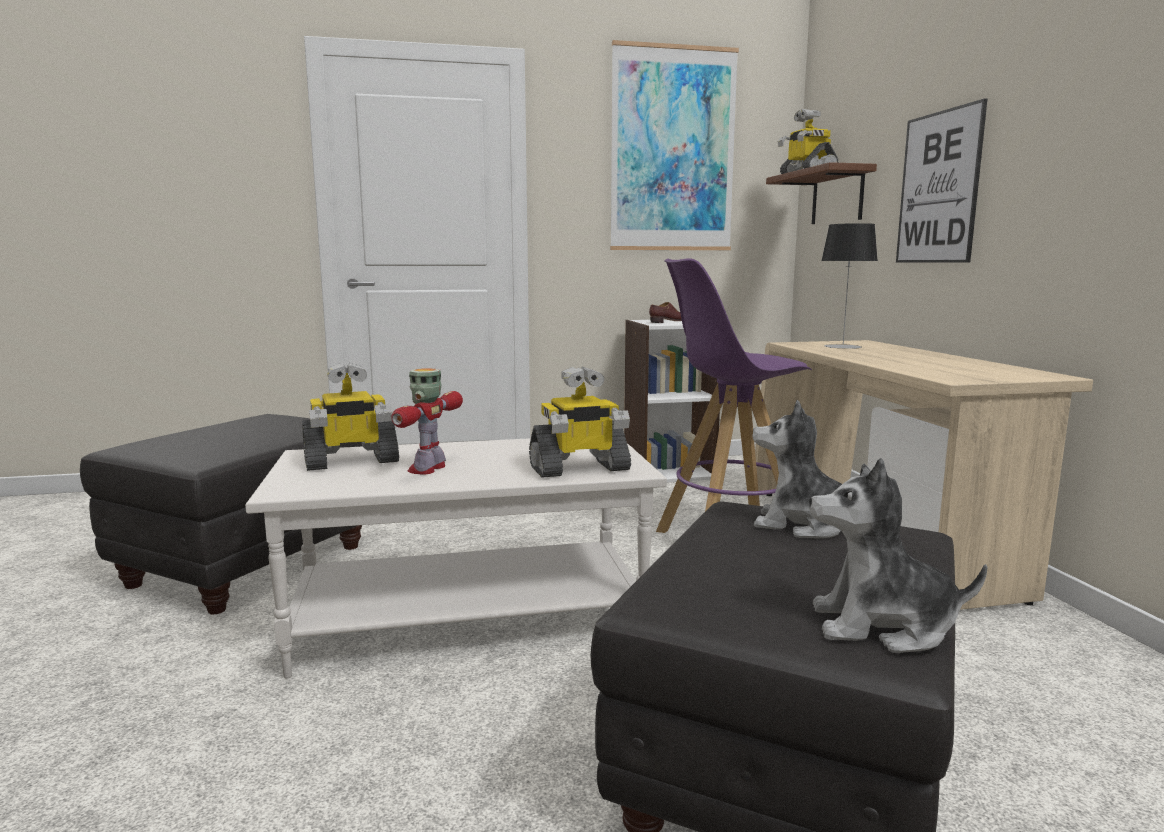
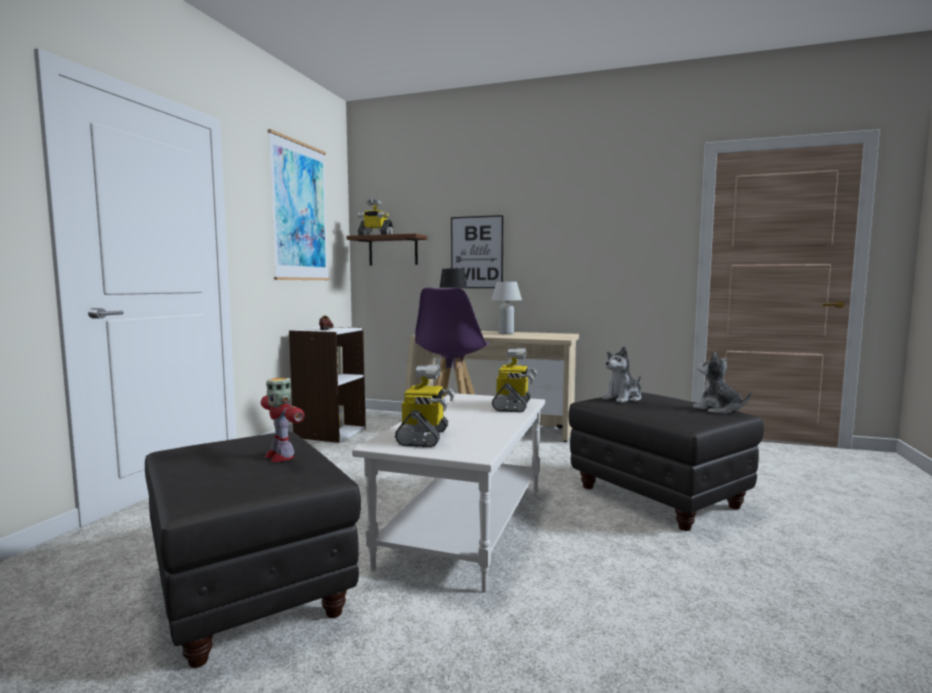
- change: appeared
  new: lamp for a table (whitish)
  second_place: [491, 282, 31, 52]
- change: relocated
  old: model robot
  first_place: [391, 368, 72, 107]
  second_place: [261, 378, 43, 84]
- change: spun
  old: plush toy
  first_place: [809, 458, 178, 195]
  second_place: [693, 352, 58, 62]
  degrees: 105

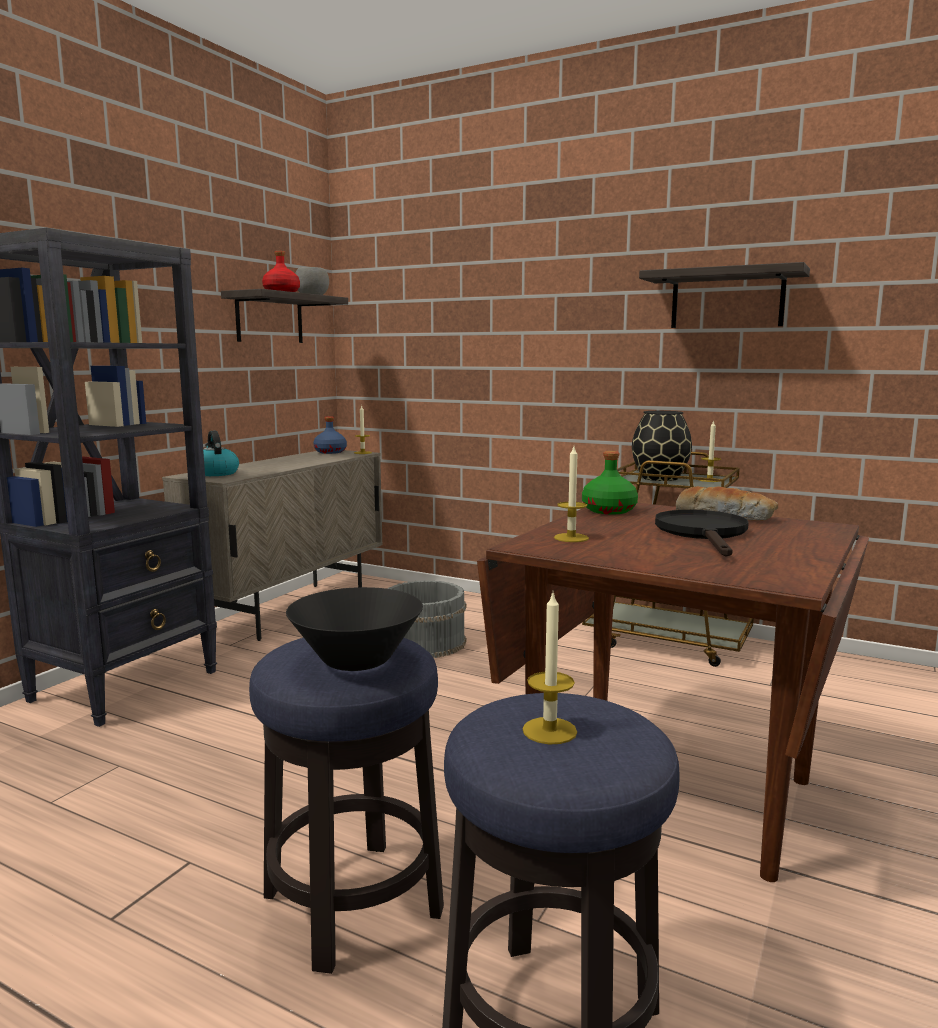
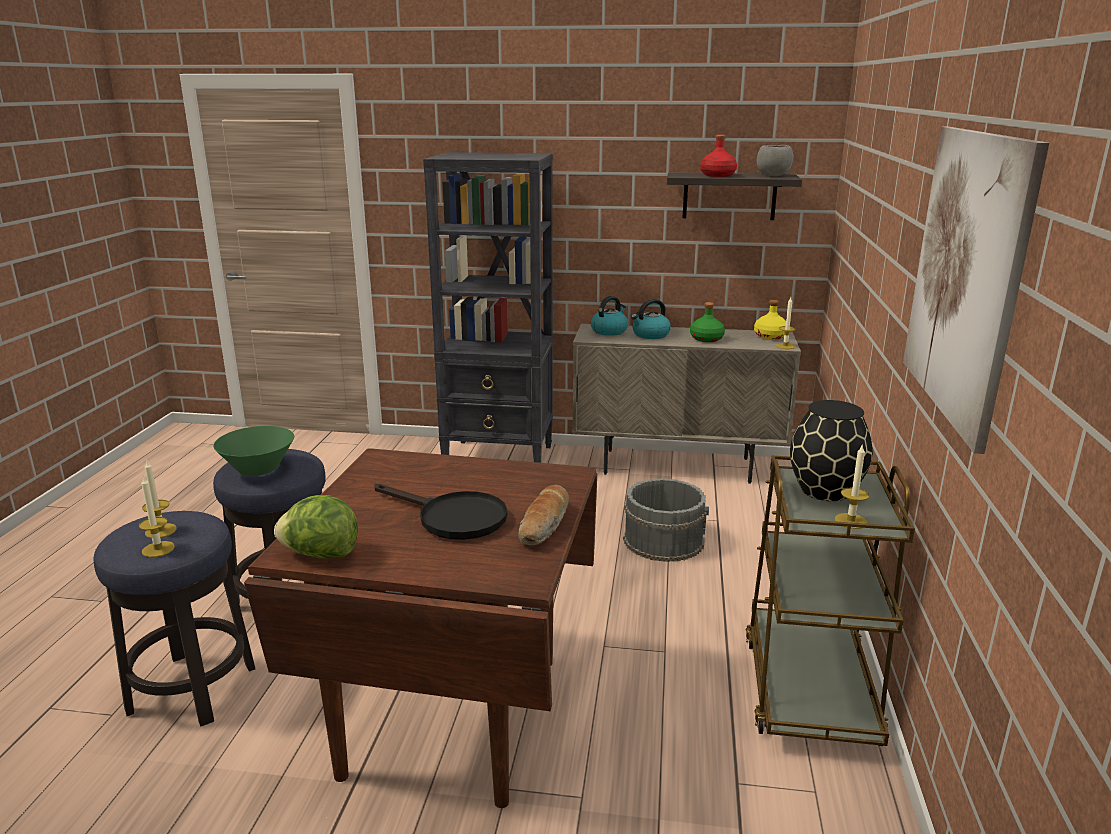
- change: appeared
  new: head of lettuce
  second_place: [274, 495, 83, 64]
- change: appeared
  new: tea kettle
  second_place: [631, 299, 40, 40]
- change: relocated
  old: wax light
  first_place: [554, 446, 35, 96]
  second_place: [139, 475, 36, 82]
- change: relocated
  old: beverage bottle (green-coloured)
  first_place: [582, 451, 56, 63]
  second_place: [690, 302, 35, 40]
- change: exchanged
  old: shelf
  new: wall art
  first_place: [639, 262, 171, 66]
  second_place: [903, 127, 146, 327]
- change: colour
  old: serving bowl (black-coloured)
  new: serving bowl (green-coloured)
  first_place: [286, 587, 137, 84]
  second_place: [213, 426, 81, 50]
- change: colour
  old: beverage bottle (blue-coloured)
  new: beverage bottle (yellowish)
  first_place: [313, 417, 34, 37]
  second_place: [754, 300, 32, 40]
- change: spun
  old: skillet (black-coloured)
  first_place: [655, 510, 94, 47]
  second_place: [375, 484, 132, 56]
  degrees: 45

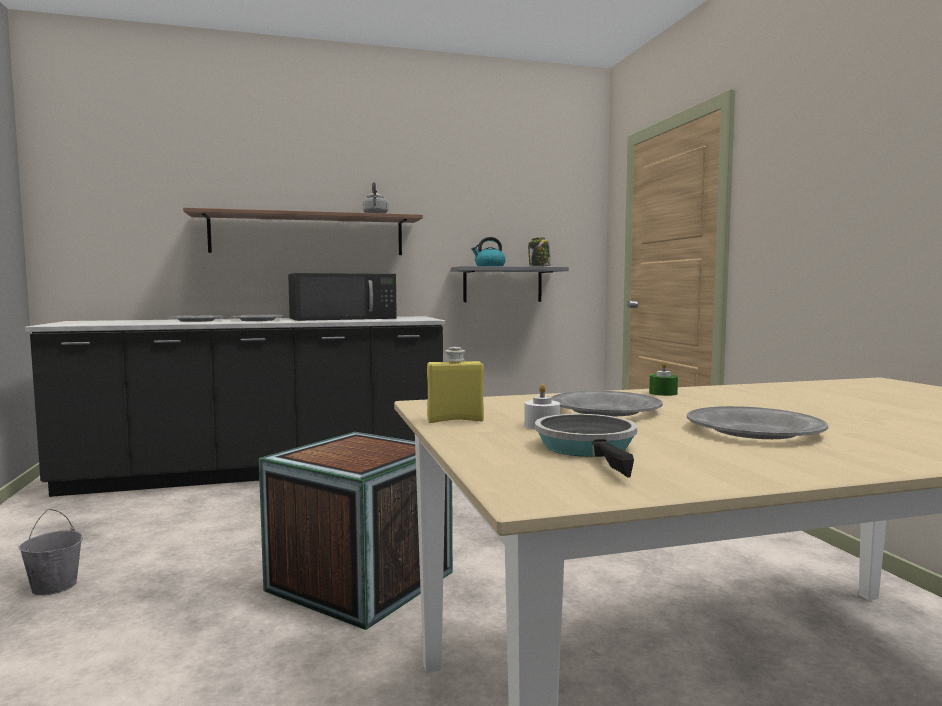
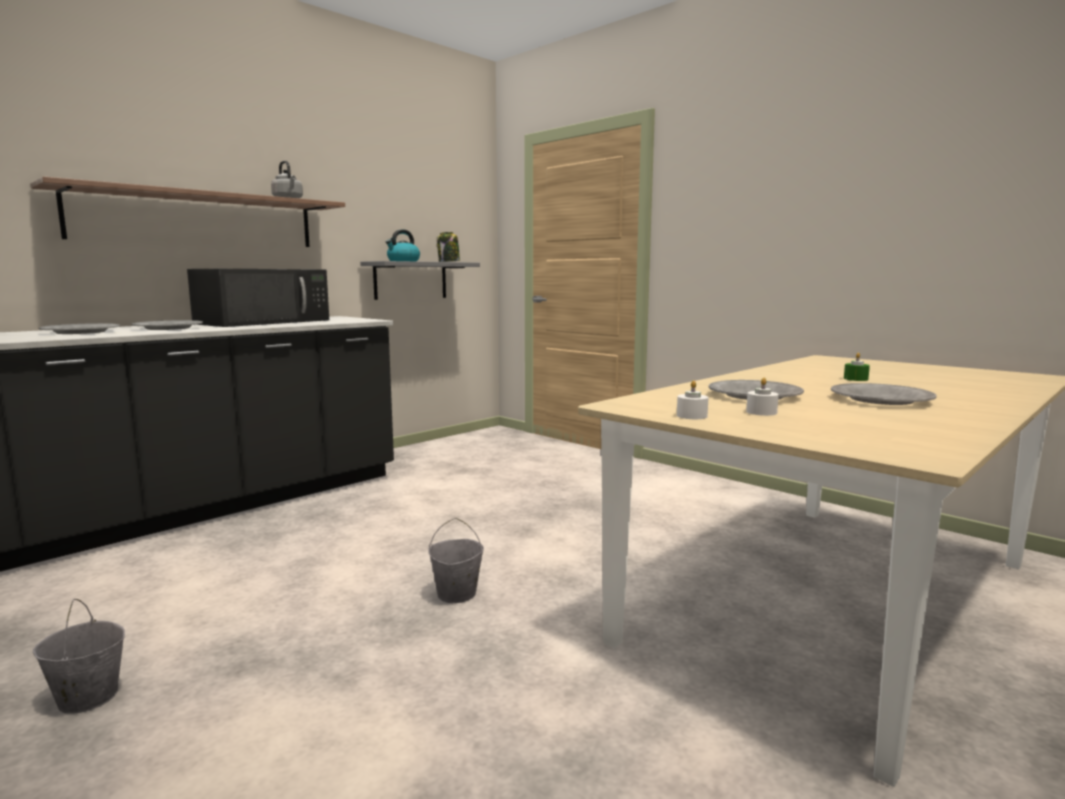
- change: missing
  old: skillet
  first_place: [535, 414, 102, 63]
- change: relocated
  old: wax light (green-coloured)
  first_place: [649, 361, 29, 35]
  second_place: [844, 353, 26, 28]
- change: exchanged
  old: crate
  new: pail (greyish)
  first_place: [259, 432, 194, 198]
  second_place: [428, 518, 56, 85]
- change: exchanged
  old: beverage bottle (yellowish)
  new: wax light (whitish)
  first_place: [427, 347, 57, 76]
  second_place: [677, 380, 32, 39]

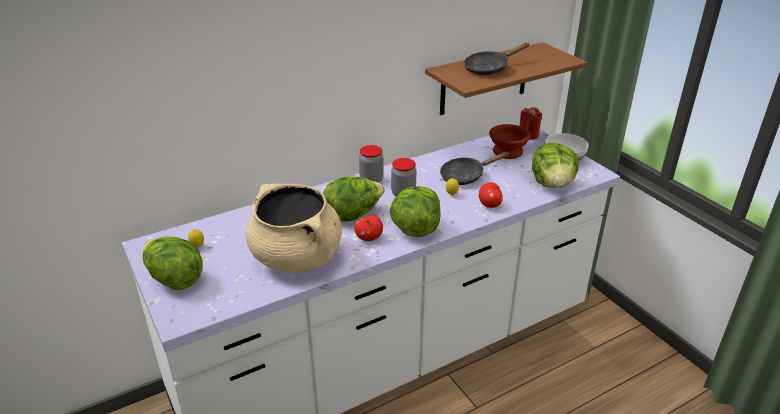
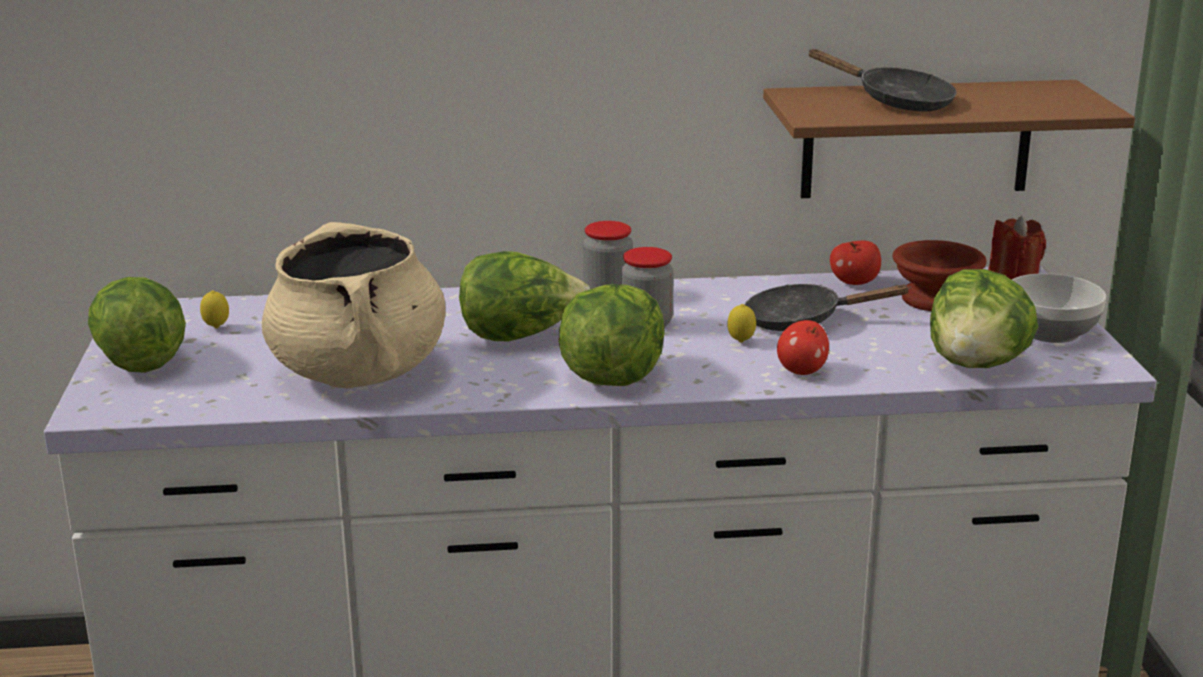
- change: relocated
  old: apple
  first_place: [354, 215, 29, 26]
  second_place: [830, 241, 51, 44]
- change: spun
  old: skillet (black-coloured)
  first_place: [464, 43, 65, 32]
  second_place: [808, 49, 149, 62]
  degrees: -135

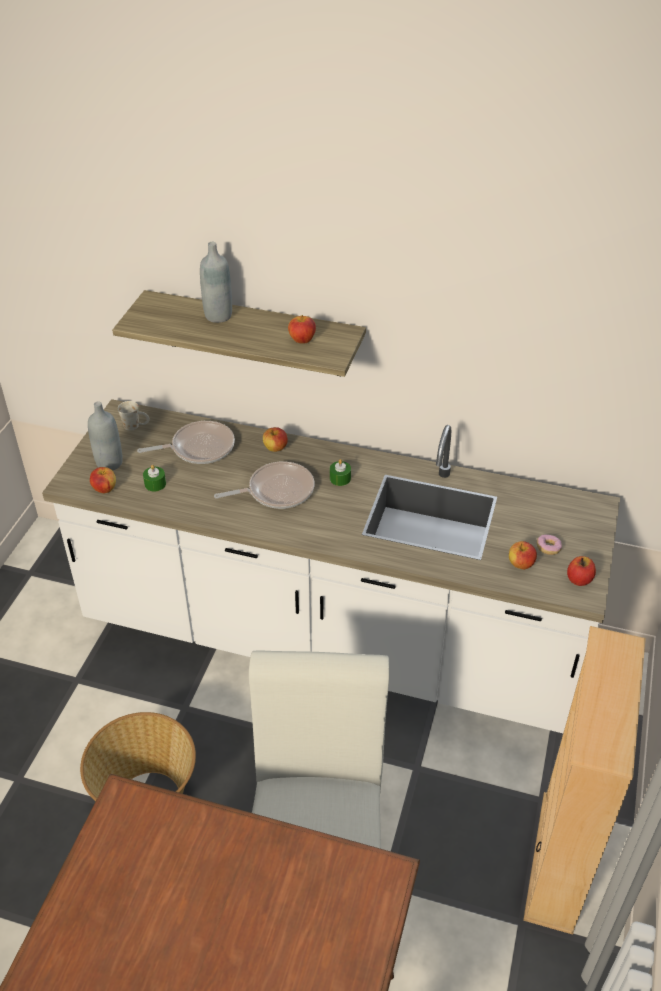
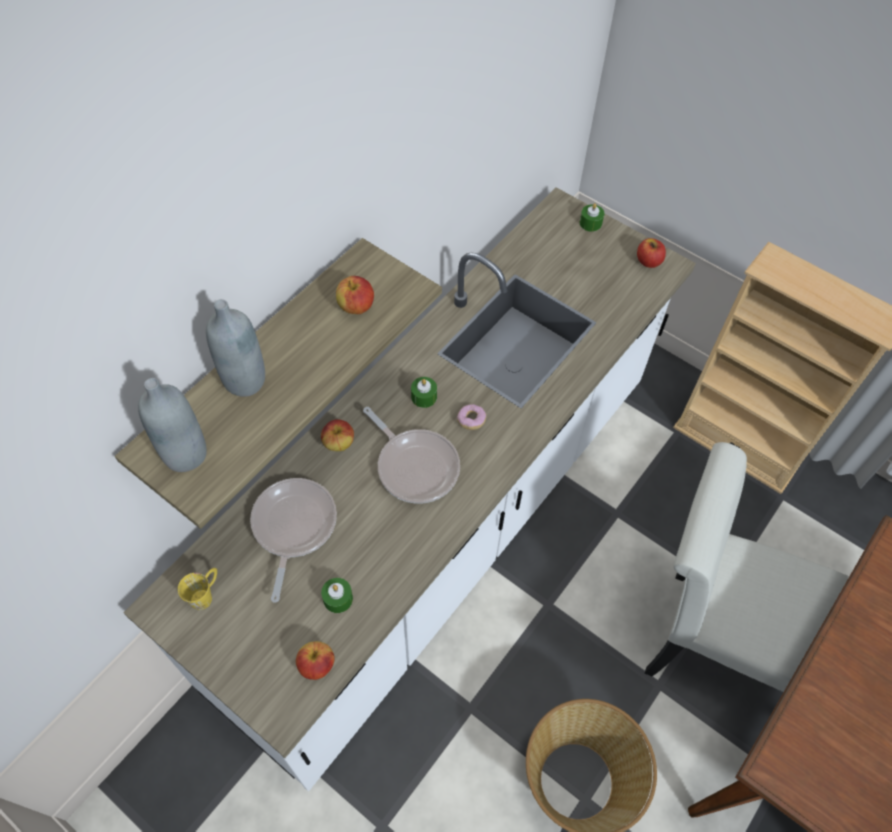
- change: missing
  old: apple
  first_place: [509, 541, 28, 29]
- change: appeared
  new: wax light (green-coloured)
  second_place: [580, 203, 24, 29]
- change: relocated
  old: beverage bottle (greyish)
  first_place: [88, 401, 35, 70]
  second_place: [138, 378, 69, 94]
- change: relocated
  old: doughnut
  first_place: [537, 535, 25, 20]
  second_place: [457, 404, 30, 26]
- change: colour
  old: coffee mug (whitish)
  new: coffee mug (yellowish)
  first_place: [118, 401, 32, 30]
  second_place: [178, 568, 39, 42]
- change: spun
  old: skillet
  first_place: [214, 462, 100, 47]
  second_place: [363, 407, 97, 97]
  degrees: 135

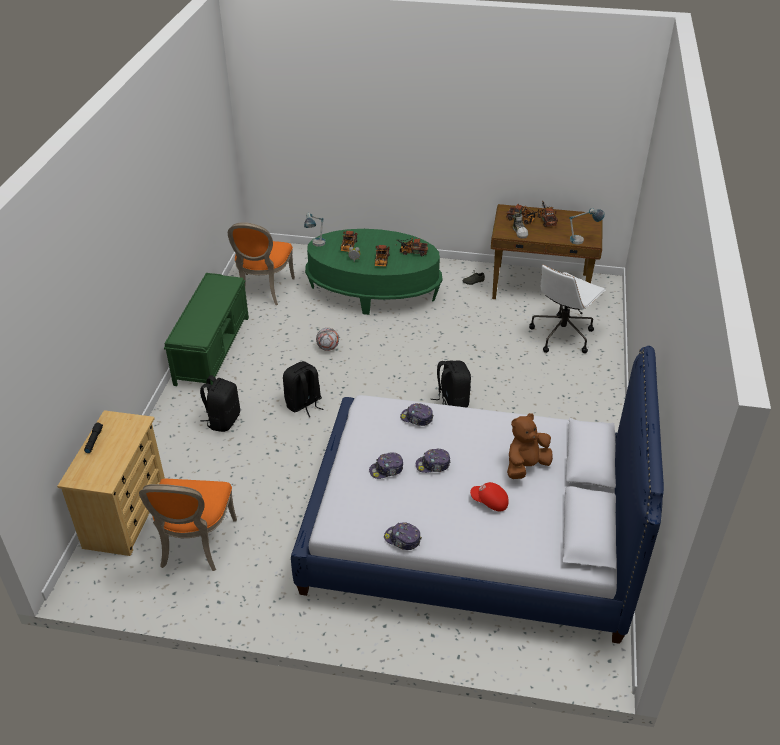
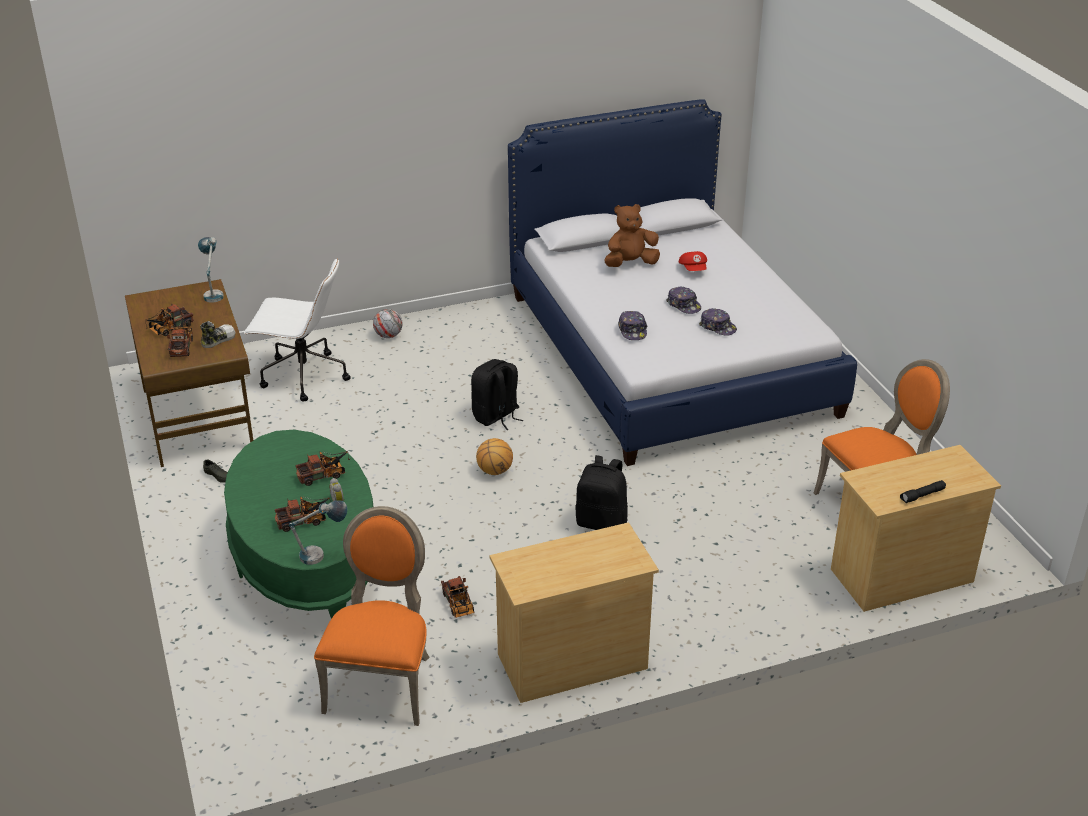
- change: missing
  old: backpack (black-coloured)
  first_place: [200, 375, 40, 57]
- change: missing
  old: peaked cap
  first_place: [384, 522, 38, 28]
- change: appeared
  new: ball for basketball
  second_place: [476, 438, 37, 37]
- change: relocated
  old: ball for football
  first_place: [316, 328, 23, 23]
  second_place: [373, 309, 29, 29]
- change: relocated
  old: toy lorry
  first_place: [396, 238, 32, 18]
  second_place: [441, 576, 34, 42]
- change: exchanged
  old: long seat (green-coloured)
  new: dresser (beige)
  first_place: [164, 273, 85, 113]
  second_place: [490, 522, 169, 181]
- change: spun
  old: upright chair (orange-coloured)
  first_place: [228, 222, 67, 83]
  second_place: [314, 506, 116, 220]
  degrees: -60
- change: spun
  old: plush toy (brown)
  first_place: [507, 413, 46, 66]
  second_place: [605, 204, 55, 63]
  degrees: 135

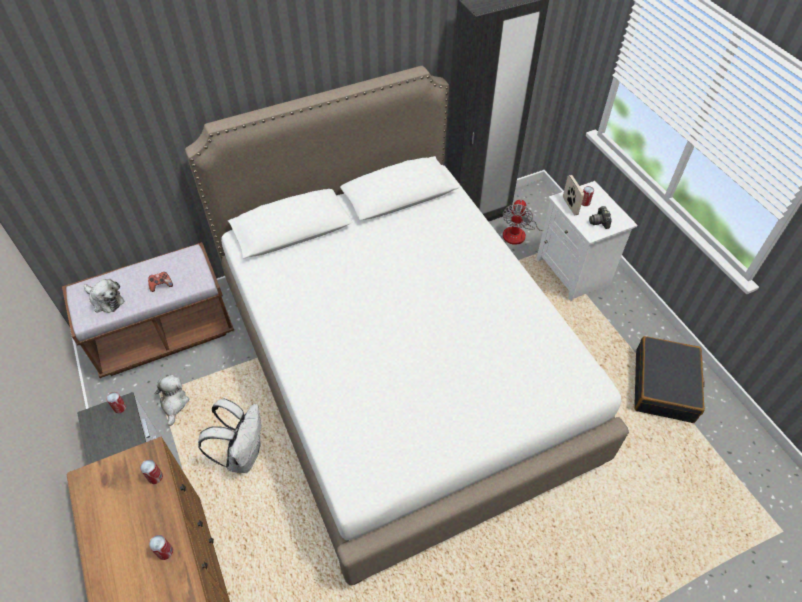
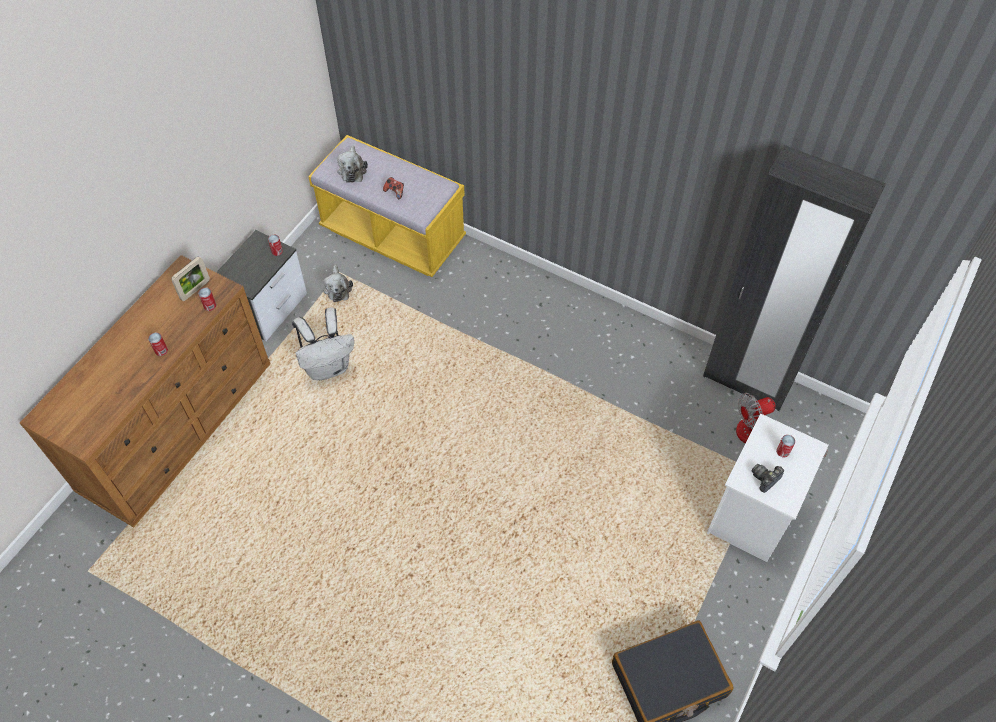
- change: missing
  old: bedroom bed (whitish)
  first_place: [185, 66, 444, 519]
- change: relocated
  old: standing frame
  first_place: [563, 175, 21, 40]
  second_place: [171, 256, 39, 45]
- change: colour
  old: long seat (brown)
  new: long seat (yellowish)
  first_place: [62, 242, 172, 136]
  second_place: [308, 135, 158, 142]
- change: spun
  old: plush toy
  first_place: [155, 375, 34, 51]
  second_place: [323, 264, 30, 38]
  degrees: 120

